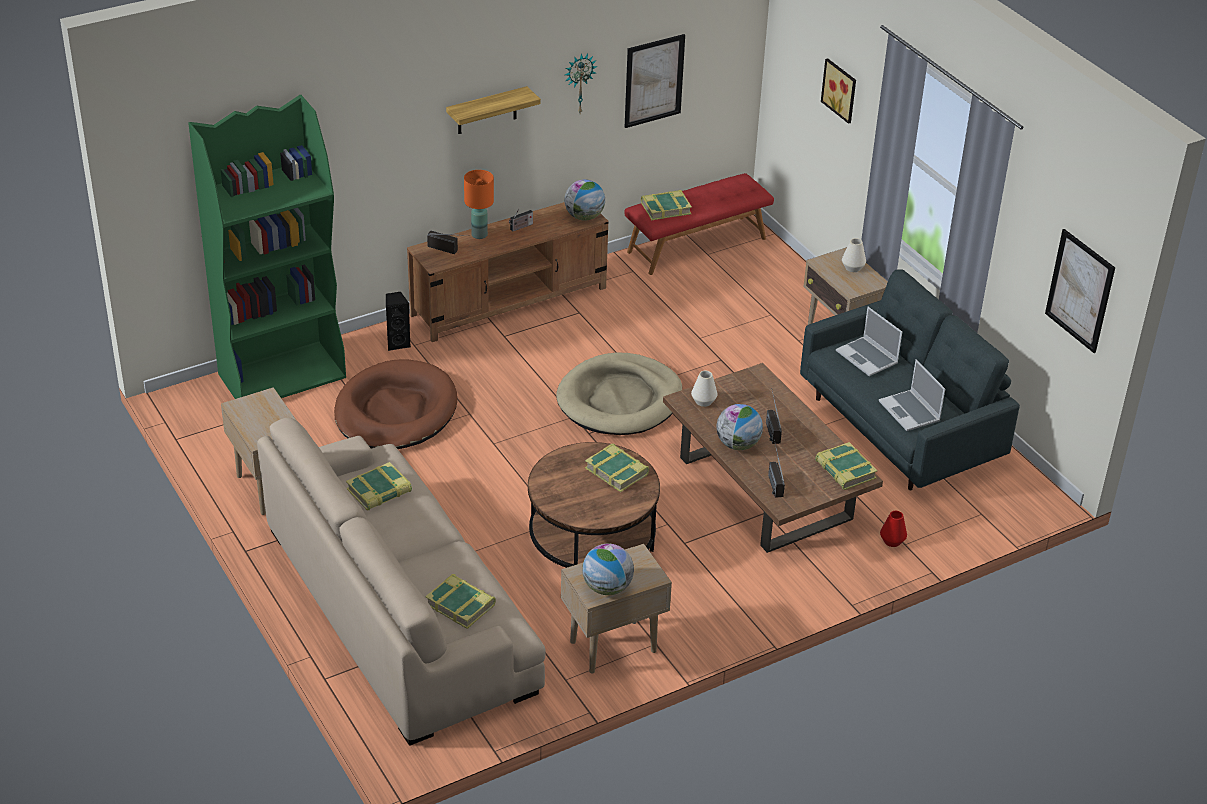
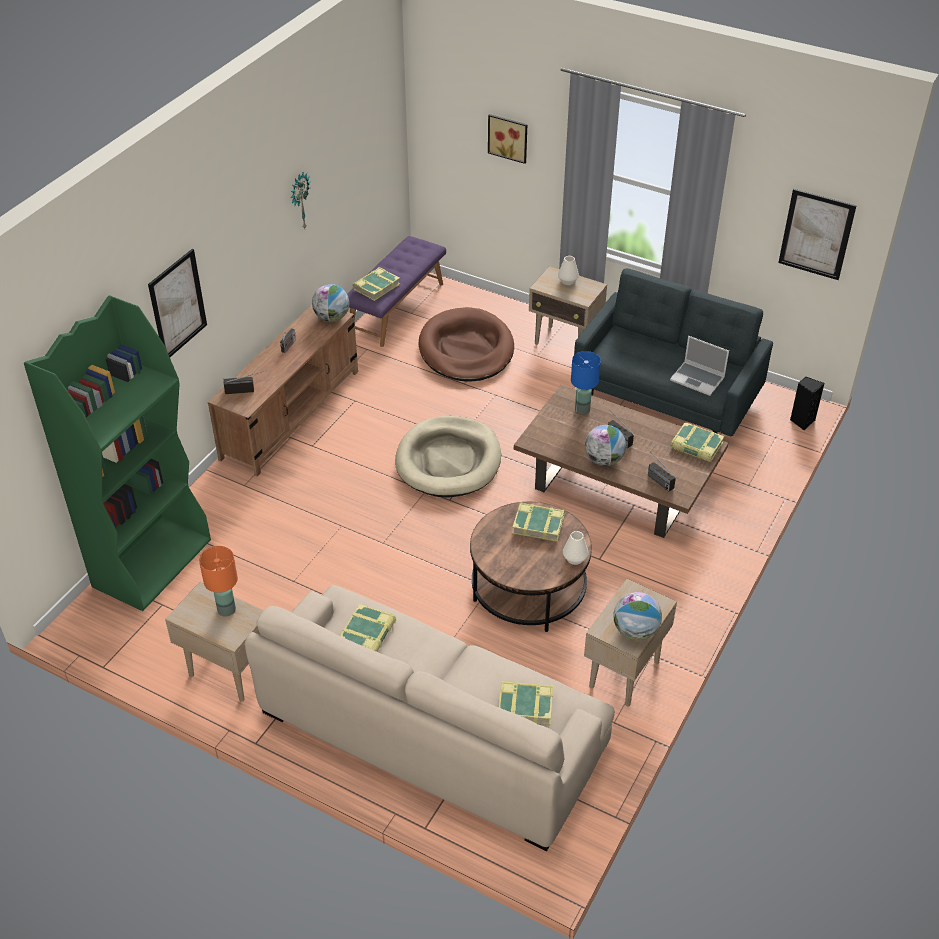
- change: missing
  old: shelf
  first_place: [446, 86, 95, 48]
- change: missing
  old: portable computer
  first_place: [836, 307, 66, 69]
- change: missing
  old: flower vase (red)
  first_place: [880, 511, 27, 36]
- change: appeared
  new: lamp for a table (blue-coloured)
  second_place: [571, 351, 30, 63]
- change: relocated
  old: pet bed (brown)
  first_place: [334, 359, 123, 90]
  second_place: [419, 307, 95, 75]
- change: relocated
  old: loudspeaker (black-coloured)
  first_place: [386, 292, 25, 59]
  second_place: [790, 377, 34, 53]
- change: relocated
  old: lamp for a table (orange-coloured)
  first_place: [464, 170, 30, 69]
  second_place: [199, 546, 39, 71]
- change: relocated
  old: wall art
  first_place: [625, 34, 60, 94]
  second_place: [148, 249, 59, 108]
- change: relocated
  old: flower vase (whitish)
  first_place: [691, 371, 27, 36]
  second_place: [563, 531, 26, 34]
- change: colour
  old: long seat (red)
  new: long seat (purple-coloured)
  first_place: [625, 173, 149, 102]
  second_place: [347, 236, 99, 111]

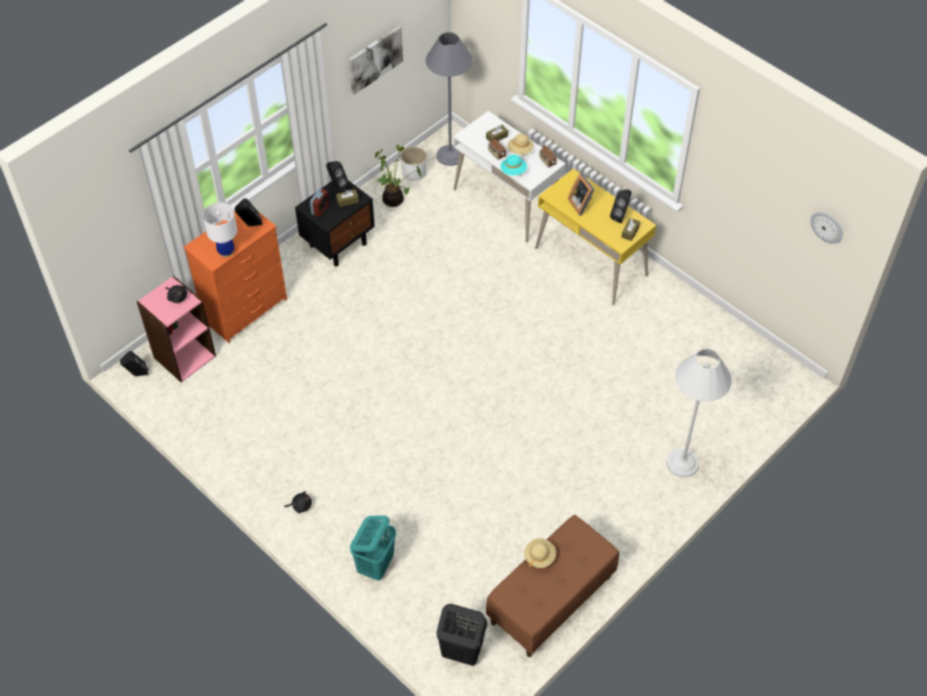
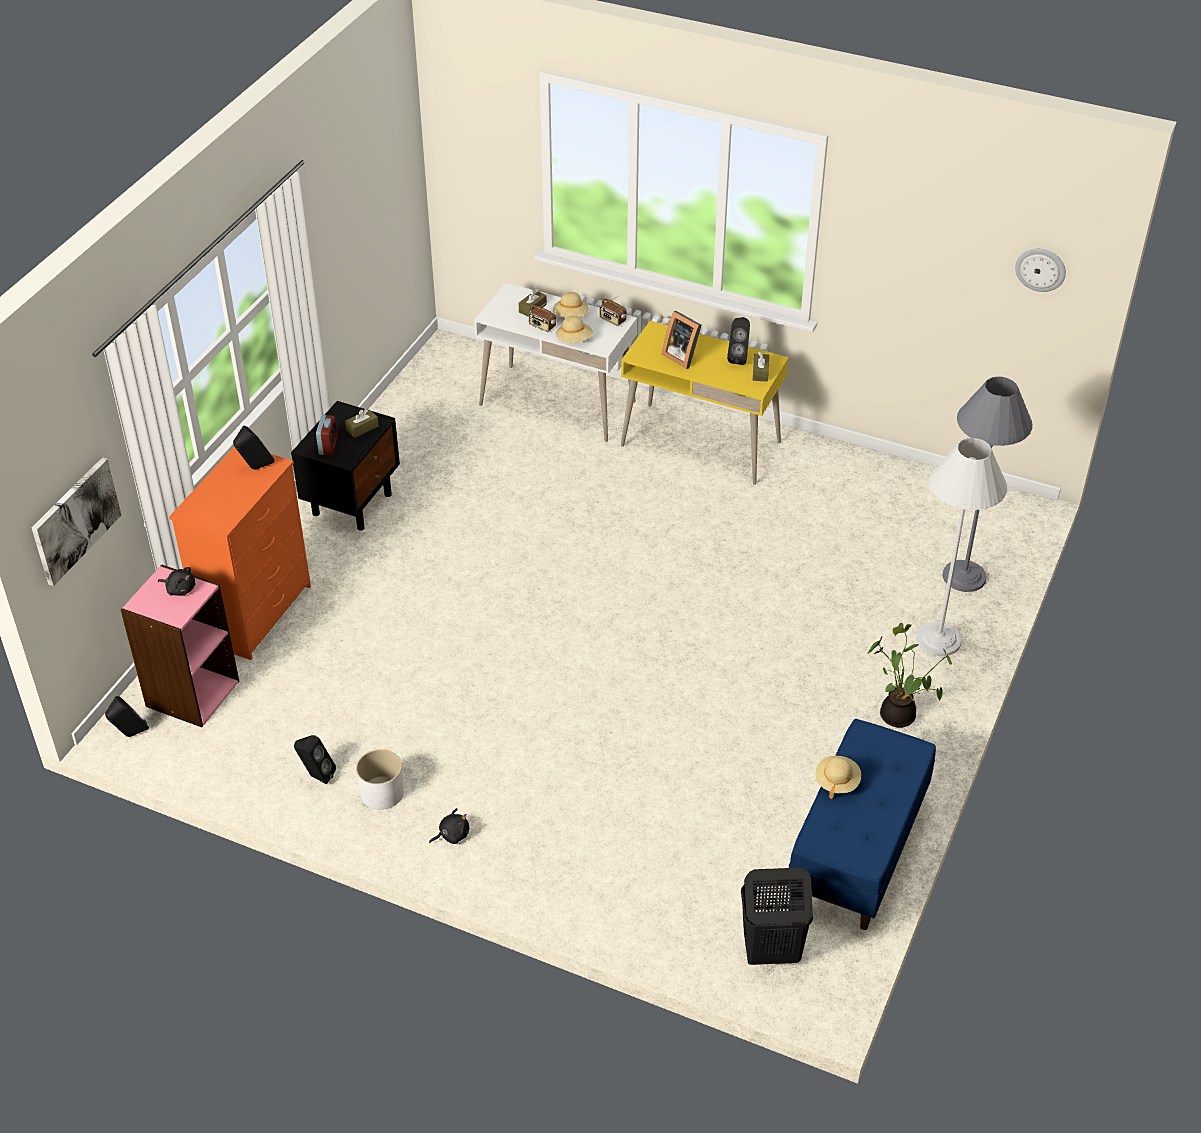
- change: missing
  old: lamp for a table (whitish)
  first_place: [203, 203, 34, 55]
- change: missing
  old: hamper (turquoise)
  first_place: [350, 516, 46, 65]
- change: relocated
  old: loudspeaker (black-coloured)
  first_place: [326, 161, 24, 32]
  second_place: [294, 735, 42, 49]
- change: relocated
  old: wall art
  first_place: [349, 25, 54, 70]
  second_place: [32, 457, 89, 129]
- change: relocated
  old: potted plant
  first_place: [375, 144, 47, 63]
  second_place: [867, 623, 85, 105]
- change: relocated
  old: flower pot (whitish)
  first_place: [401, 147, 26, 34]
  second_place: [356, 749, 48, 61]
- change: relocated
  old: standard lamp (greyish)
  first_place: [426, 32, 47, 134]
  second_place: [942, 377, 91, 215]
- change: colour
  old: long seat (brown)
  new: long seat (blue-coloured)
  first_place: [486, 515, 133, 142]
  second_place: [789, 719, 147, 211]
- change: colour
  old: hat (turquoise)
  new: hat (beige)
  first_place: [501, 154, 26, 21]
  second_place: [556, 316, 37, 27]

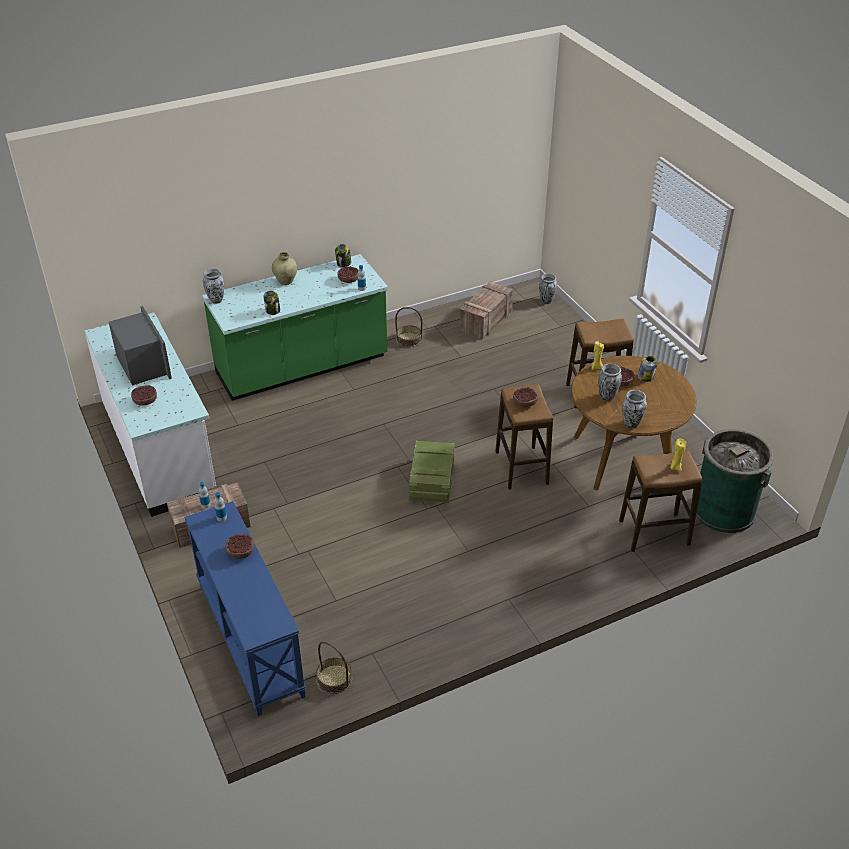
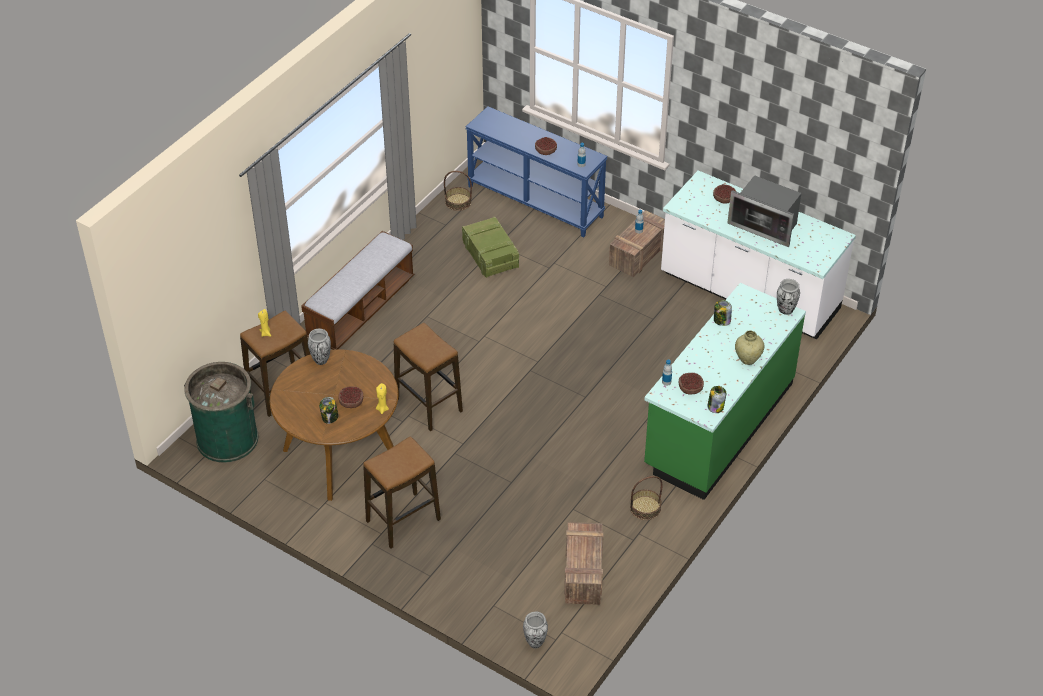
- change: missing
  old: serving bowl
  first_place: [513, 387, 25, 20]
- change: missing
  old: flower vase
  first_place: [598, 363, 24, 38]
- change: appeared
  new: long seat
  second_place: [301, 231, 113, 119]
- change: relocated
  old: crate
  first_place: [409, 440, 46, 63]
  second_place: [462, 217, 57, 61]

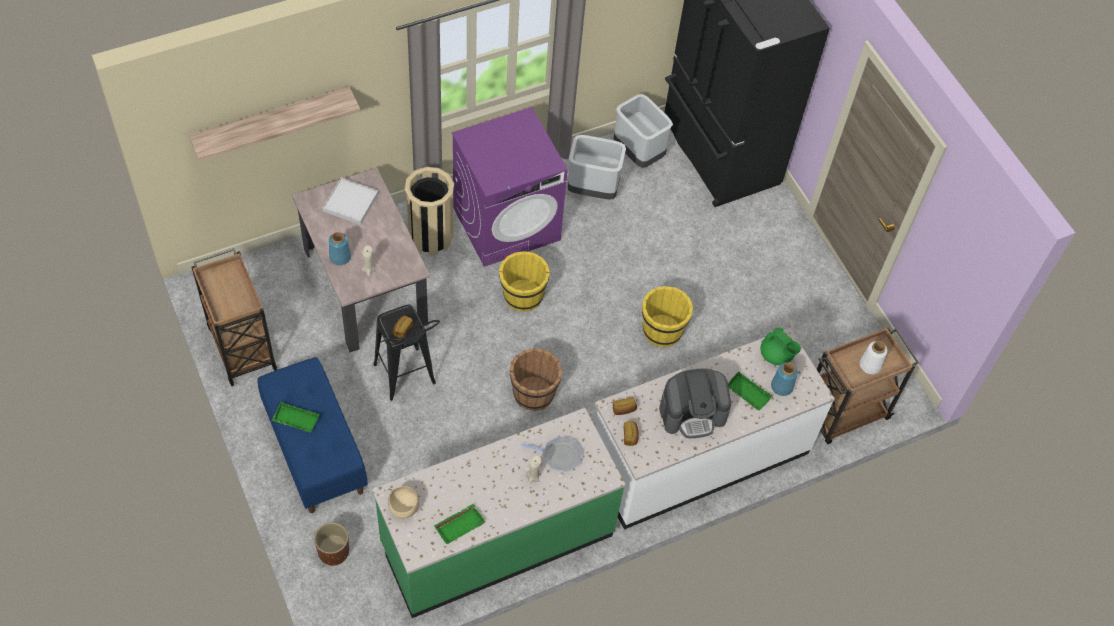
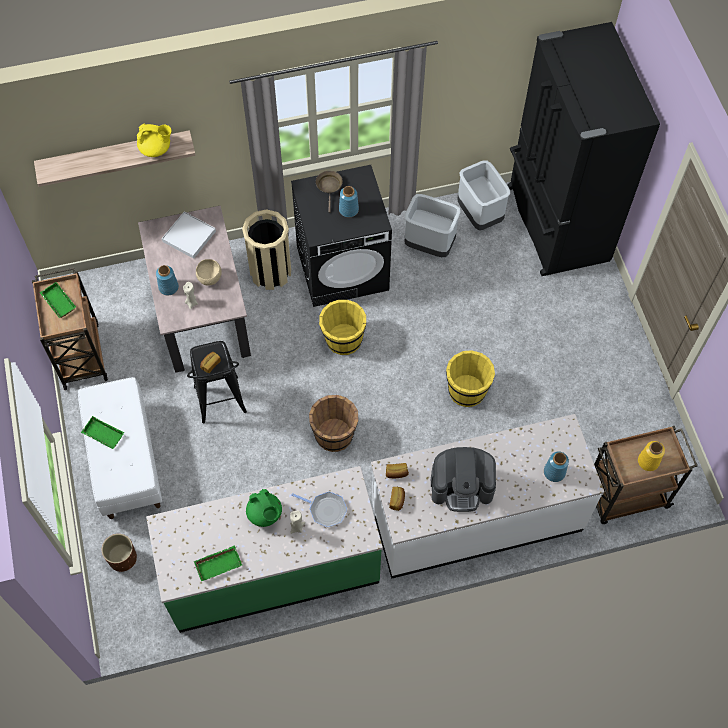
- change: appeared
  new: pot for tea (yellowish)
  second_place: [137, 123, 35, 34]
- change: appeared
  new: skillet (brown)
  second_place: [316, 171, 27, 42]
- change: appeared
  new: flower vase (blue-coloured)
  second_place: [339, 186, 20, 31]
- change: relocated
  old: serving bowl (beige)
  first_place: [388, 486, 31, 33]
  second_place: [196, 259, 26, 27]
- change: relocated
  old: tray (green-coloured)
  first_place: [728, 371, 45, 40]
  second_place: [40, 282, 36, 36]
- change: relocated
  old: pot for tea (green-coloured)
  first_place: [761, 328, 40, 37]
  second_place: [246, 489, 36, 38]
- change: colour
  old: long seat (blue-coloured)
  new: long seat (whitish)
  first_place: [257, 357, 111, 156]
  second_place: [78, 377, 84, 142]
- change: colour
  old: laundry appliance (purple-coloured)
  new: laundry appliance (black-coloured)
  first_place: [452, 107, 116, 160]
  second_place: [291, 165, 101, 142]
- change: colour
  old: flower vase (whitish)
  new: flower vase (yellowish)
  first_place: [860, 341, 27, 33]
  second_place: [638, 441, 27, 30]

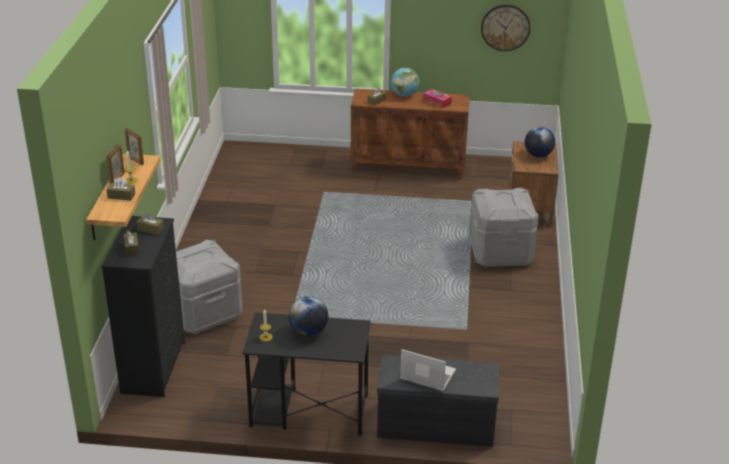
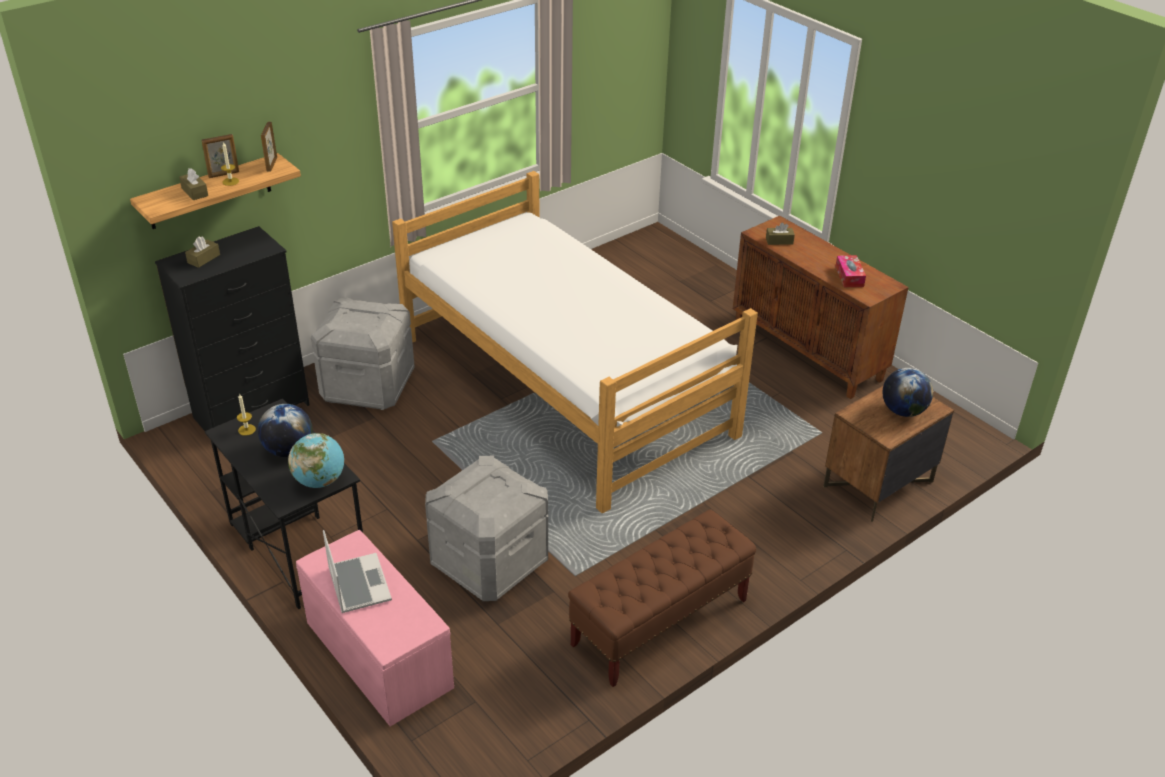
- change: missing
  old: tissue holder (brown)
  first_place: [137, 213, 27, 22]
- change: missing
  old: wall clock
  first_place: [481, 4, 49, 47]
- change: appeared
  new: bedroom bed
  second_place: [392, 171, 366, 342]
- change: appeared
  new: long seat (brown)
  second_place: [568, 509, 188, 178]
- change: relocated
  old: globe
  first_place: [391, 68, 28, 29]
  second_place: [288, 433, 56, 55]
- change: relocated
  old: storage box (greyish)
  first_place: [469, 188, 70, 79]
  second_place: [425, 456, 123, 145]
- change: colour
  old: long seat (greyish)
  new: long seat (pinkish)
  first_place: [377, 355, 122, 92]
  second_place: [296, 530, 158, 197]

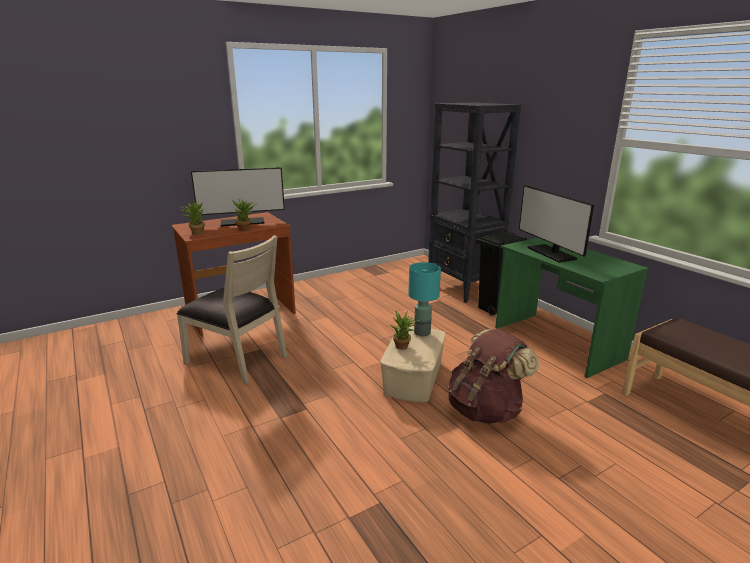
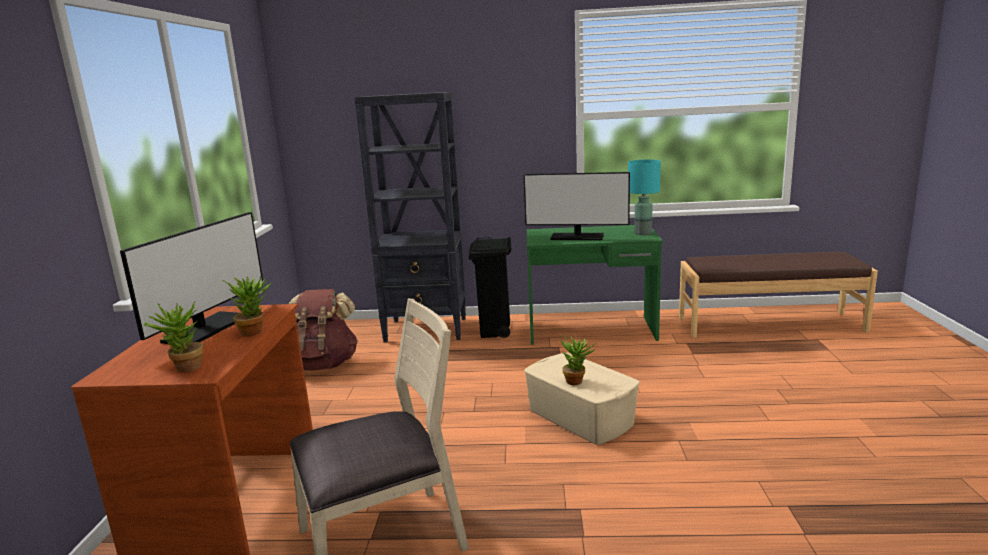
- change: relocated
  old: lamp for a table (turquoise)
  first_place: [408, 262, 33, 74]
  second_place: [628, 159, 33, 76]
- change: relocated
  old: backpack (brown)
  first_place: [448, 329, 91, 95]
  second_place: [289, 289, 69, 81]

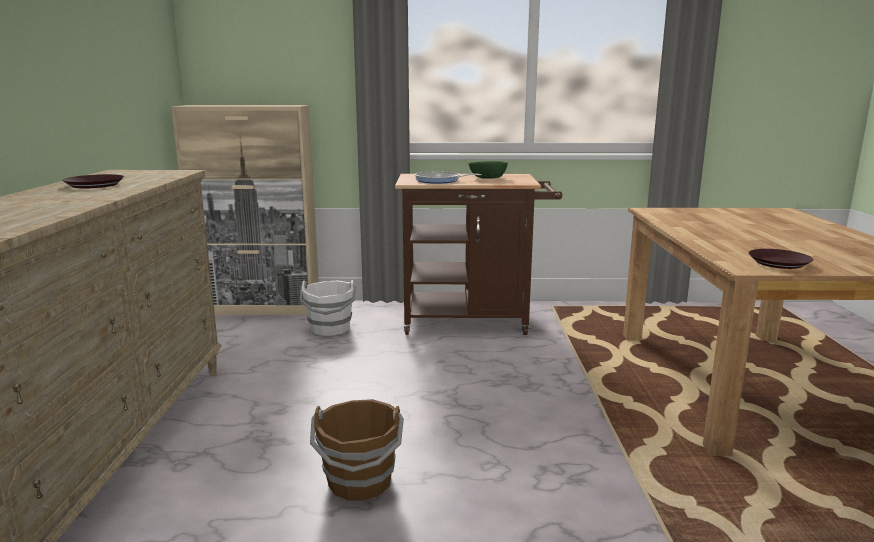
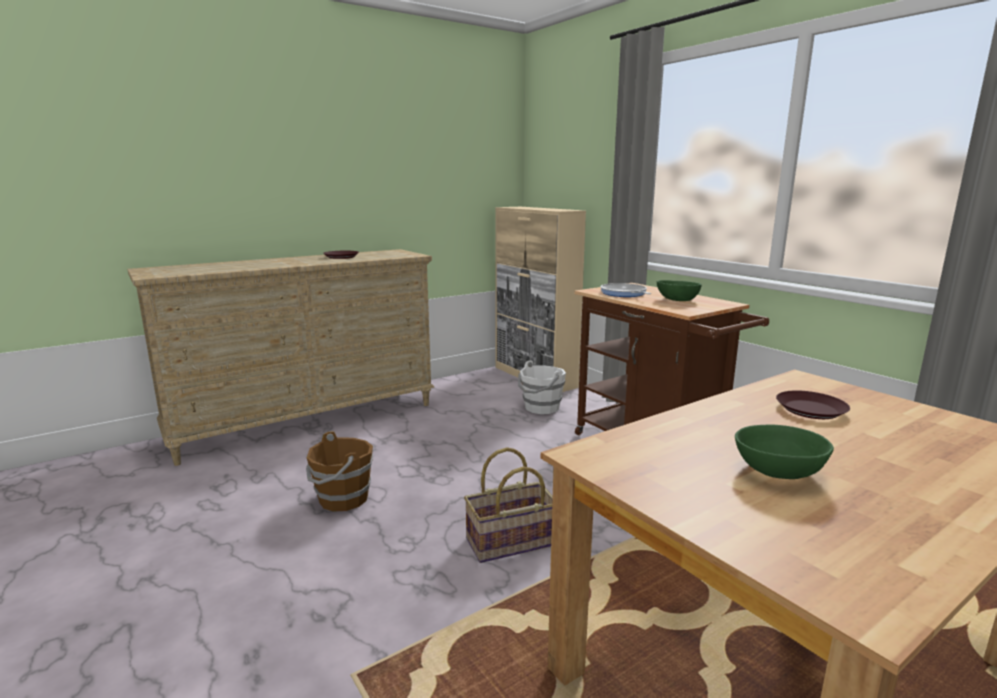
- change: appeared
  new: storage basket
  second_place: [464, 447, 89, 116]
- change: appeared
  new: serving bowl (green-coloured)
  second_place: [735, 425, 99, 54]
- change: relocated
  old: dinner plate (brown)
  first_place: [748, 249, 65, 20]
  second_place: [776, 390, 74, 29]

